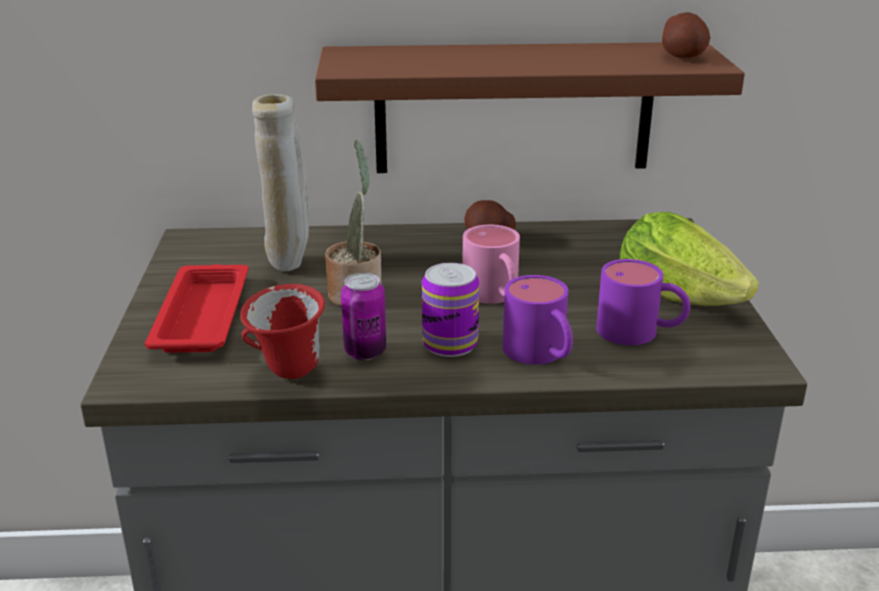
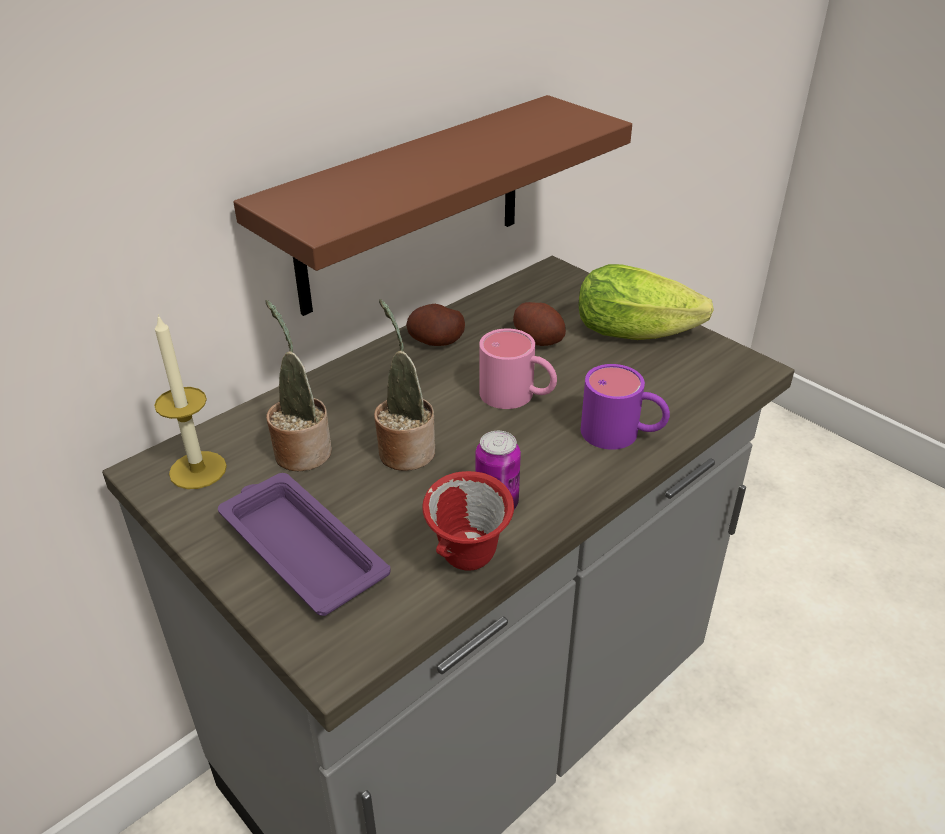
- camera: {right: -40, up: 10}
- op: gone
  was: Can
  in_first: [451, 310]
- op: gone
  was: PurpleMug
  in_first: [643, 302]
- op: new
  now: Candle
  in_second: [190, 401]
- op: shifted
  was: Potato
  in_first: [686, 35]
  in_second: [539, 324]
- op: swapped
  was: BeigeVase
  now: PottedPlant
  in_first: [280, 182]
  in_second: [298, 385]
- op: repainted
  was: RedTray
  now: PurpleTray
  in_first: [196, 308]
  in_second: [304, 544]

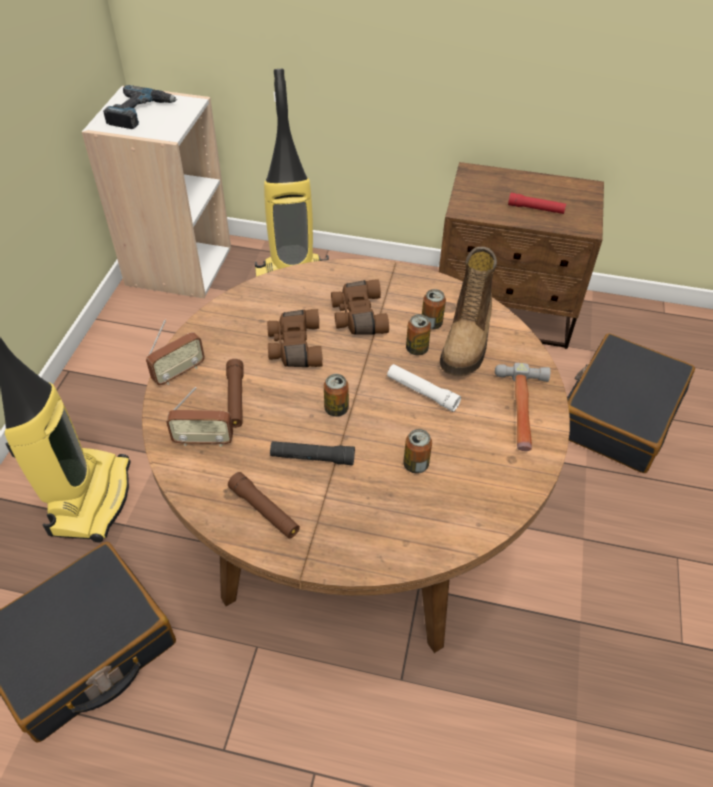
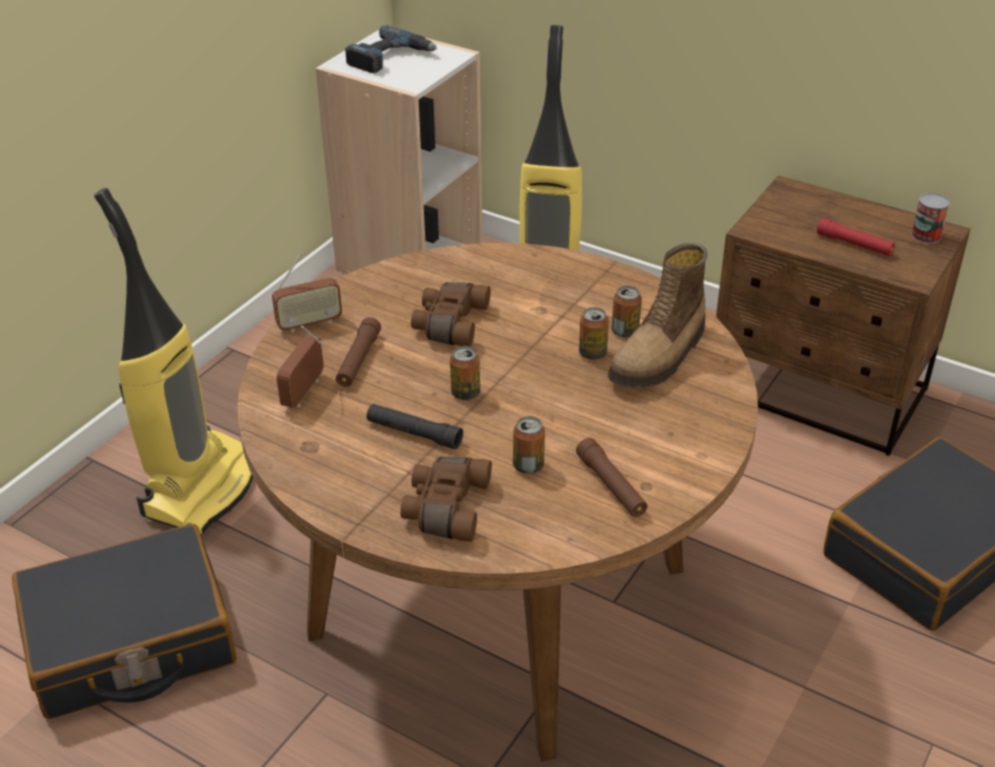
- camera: {right: 20, up: -10}
- op: gone
  was: WhiteFlashlight
  in_first: [424, 388]
- op: gone
  was: Hammer
  in_first: [522, 407]
- op: new
  now: Can
  in_second: [930, 218]
- op: shifted
  was: BrownFlashlight
  in_first: [264, 505]
  in_second: [612, 477]
- op: shifted
  was: BrownBinoculars
  in_first: [360, 306]
  in_second: [446, 499]
- op: rotated
  was: Radio
  in_first: [199, 417]
  in_second: [300, 367]
  clockwise: 90

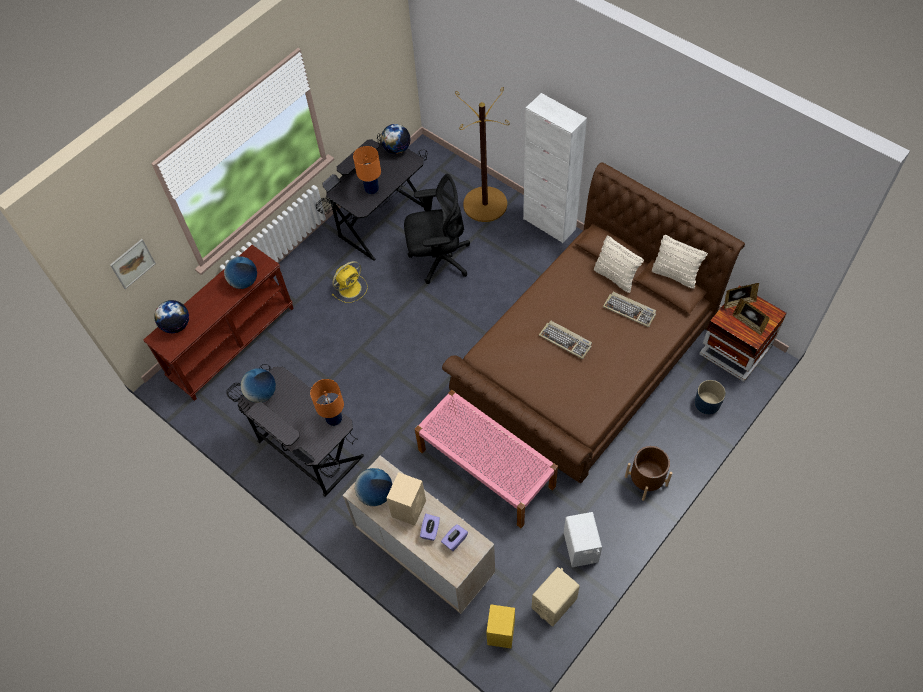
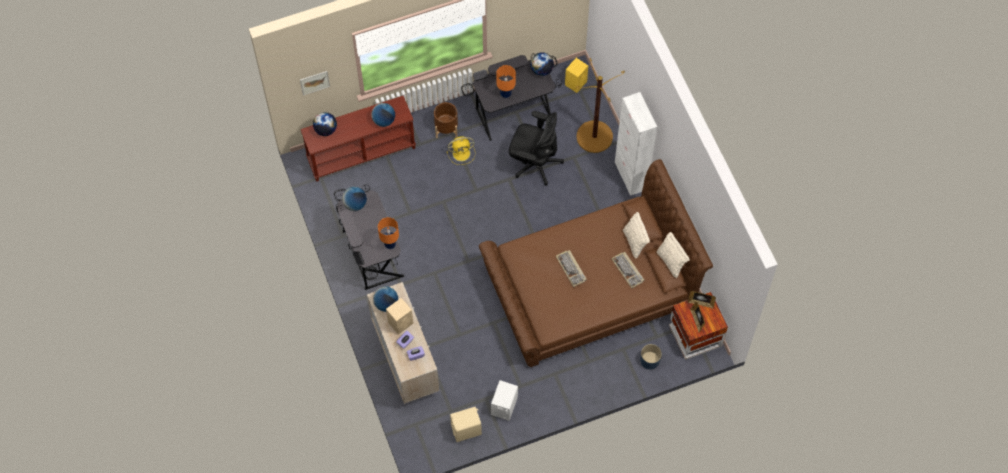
- camera: {right: 25, up: 5}
- op: gone
  was: PinkBench
  in_first: [486, 459]
- op: shifted
  was: YellowSpeaker
  in_first: [500, 626]
  in_second: [576, 75]
- op: shifted
  was: BrownPlanter
  in_first: [648, 473]
  in_second: [446, 120]

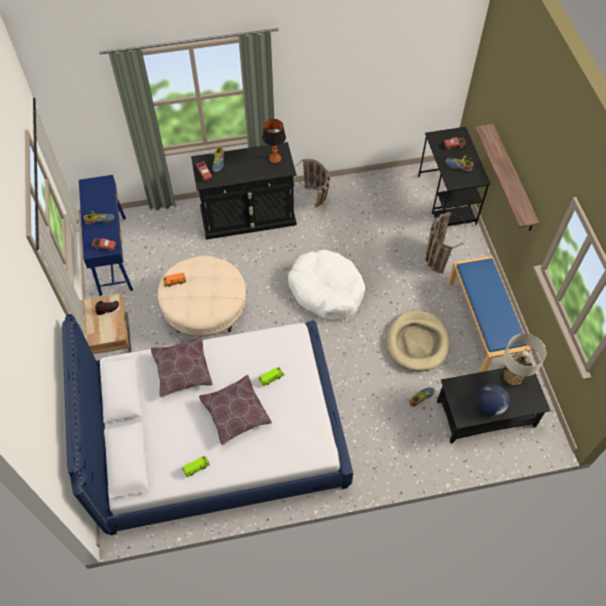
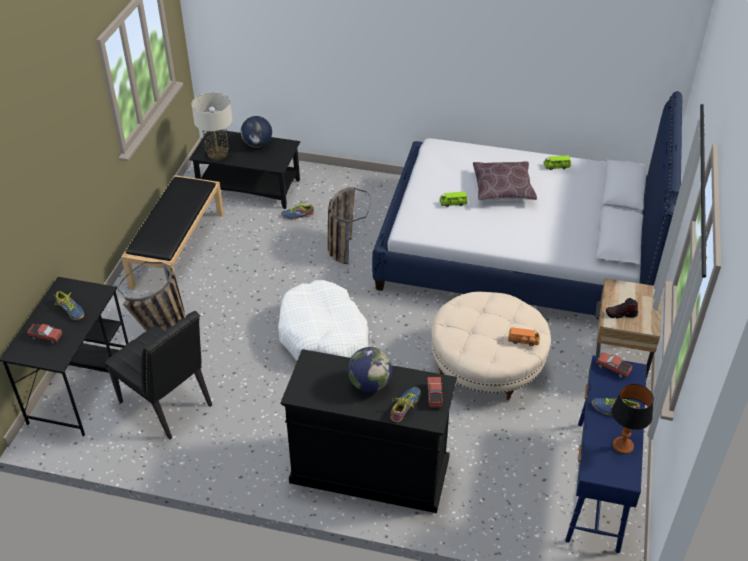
- camera: {right: -155, up: -15}
- op: gone
  was: BrownPillow
  in_first: [182, 366]
- op: gone
  was: BeigeDogBed
  in_first: [418, 341]
- op: gone
  was: Shelf
  in_first: [507, 177]
- op: new
  now: BlackChair
  in_second: [158, 375]
- op: new
  now: Globe
  in_second: [370, 369]
- op: shifted
  was: TableLamp
  in_first: [274, 141]
  in_second: [632, 419]
- op: shifted
  was: Basket
  in_first: [312, 183]
  in_second: [349, 225]
- op: repainted
  was: BlueBench
  now: BlackBench
  in_first: [489, 314]
  in_second: [172, 232]

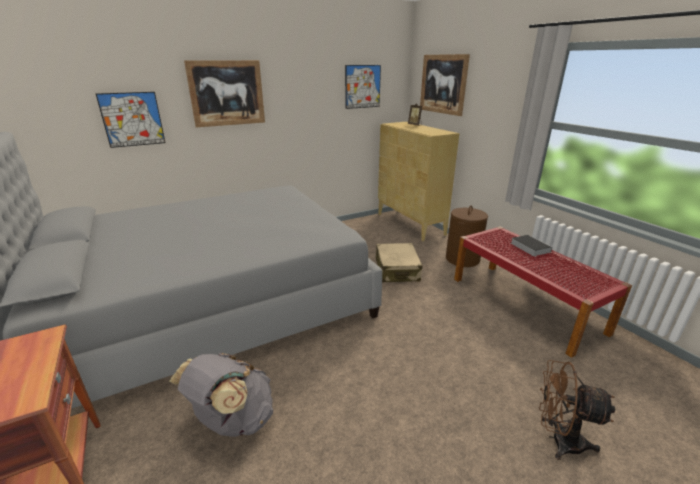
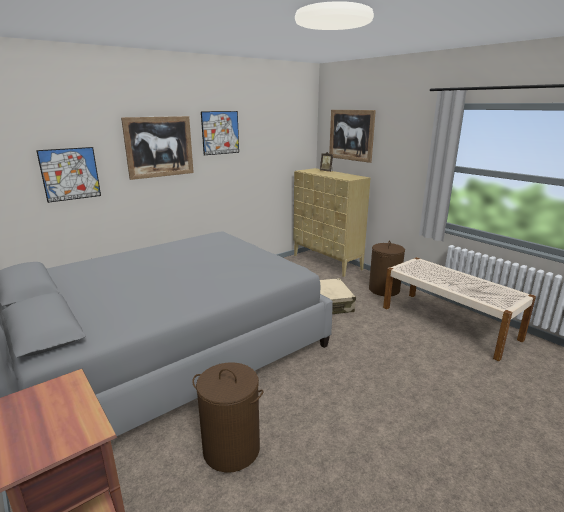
- camera: {right: -10, up: -5}
- op: gone
  was: Book
  in_first: [531, 245]
- op: gone
  was: BrownFan
  in_first: [577, 410]
- op: shifted
  was: Picture
  in_first: [363, 87]
  in_second: [220, 133]
- op: swapped
  was: GreyBackpack
  now: BrownLaundryBasket
  in_first: [221, 395]
  in_second: [228, 417]
- op: repainted
  was: RedBench
  now: BeigeBench
  in_first: [543, 292]
  in_second: [459, 309]

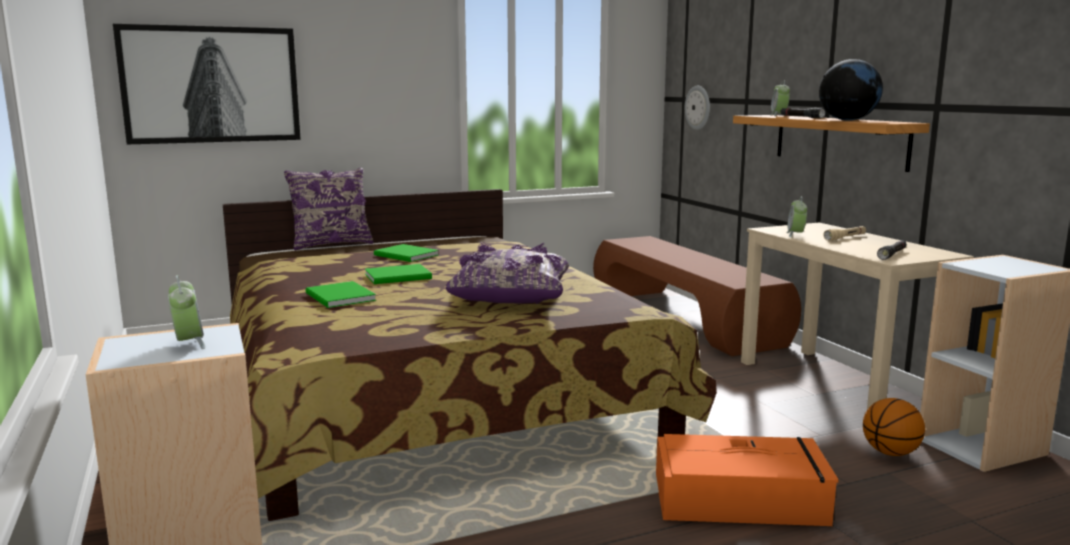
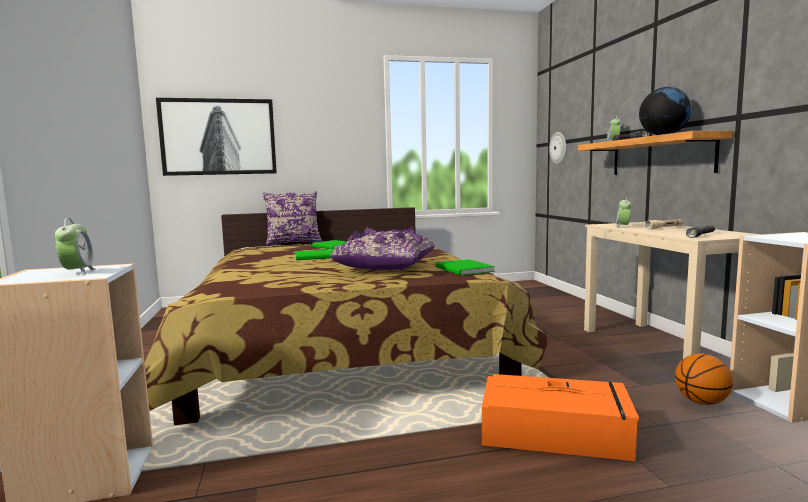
- camera: {right: 10, up: -5}
- op: gone
  was: BrownBench
  in_first: [697, 296]
- op: shifted
  was: GreenBook
  in_first: [341, 294]
  in_second: [465, 267]

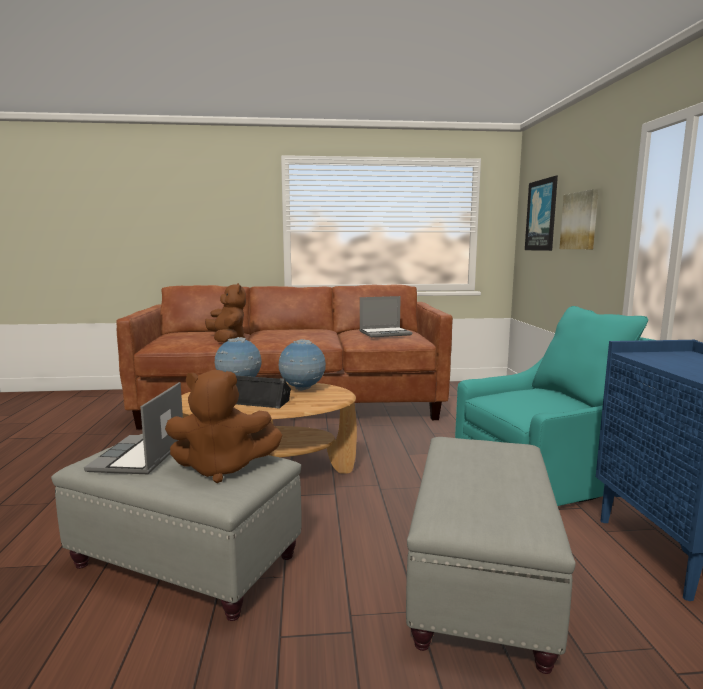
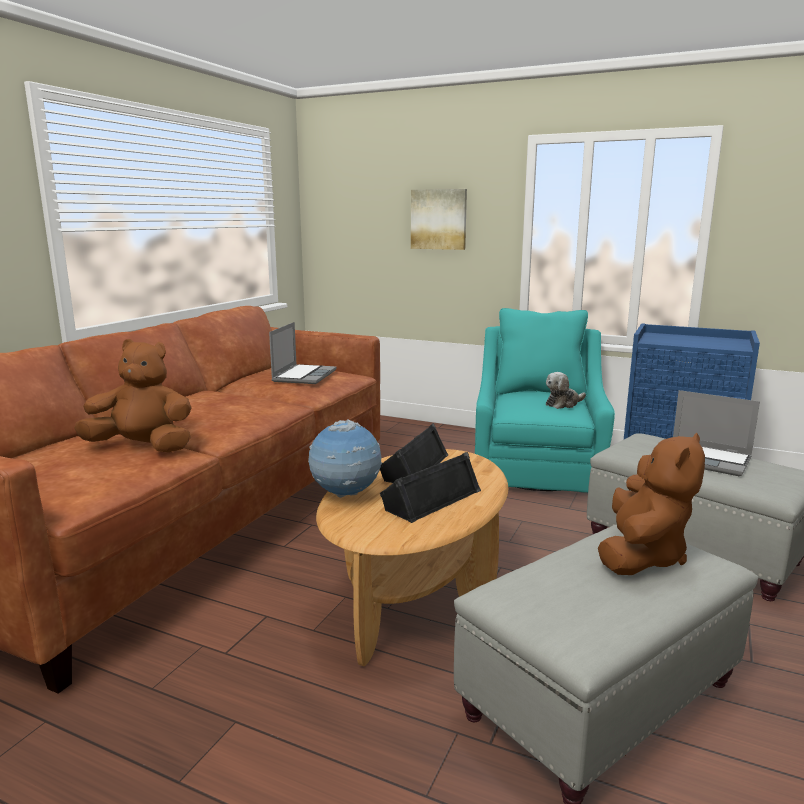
- camera: {right: -60, up: 5}
- op: gone
  was: Picture
  in_first: [541, 213]
- op: new
  now: PlushToy
  in_second: [566, 390]
- op: shifted
  was: Laptop
  in_first: [133, 428]
  in_second: [716, 433]
- op: swapped
  was: Globe
  now: BlackSpeaker
  in_first: [302, 365]
  in_second: [414, 453]

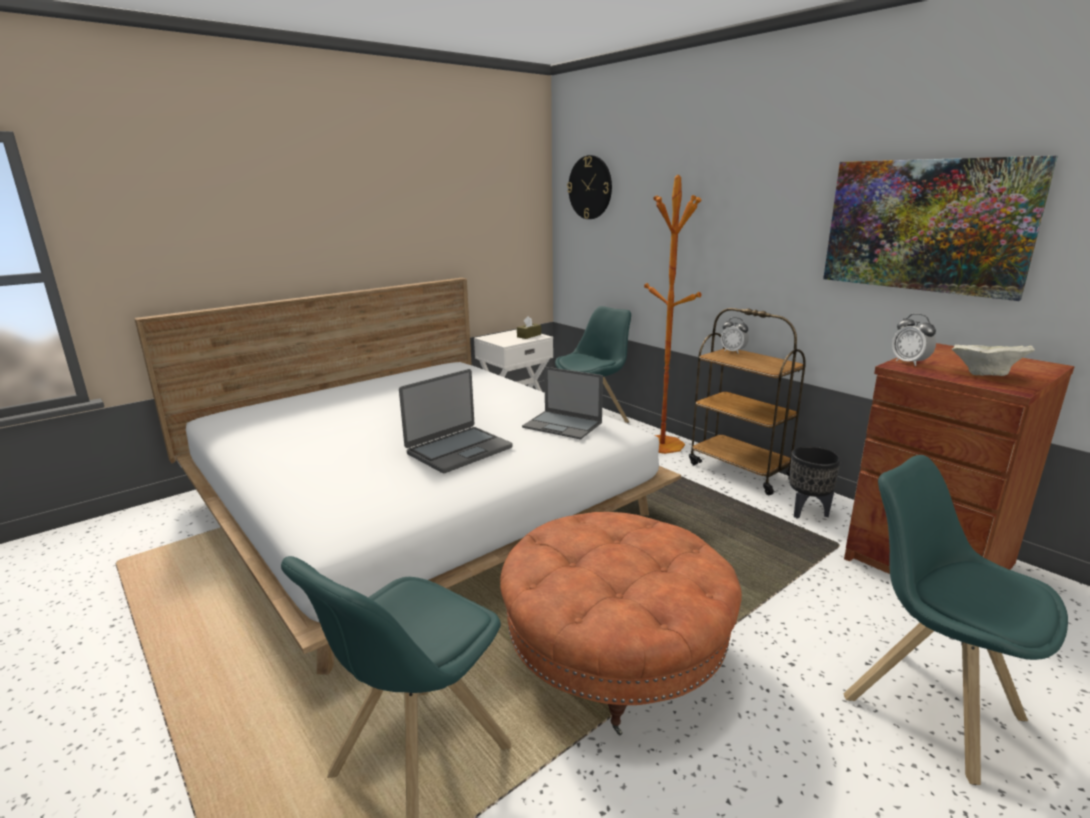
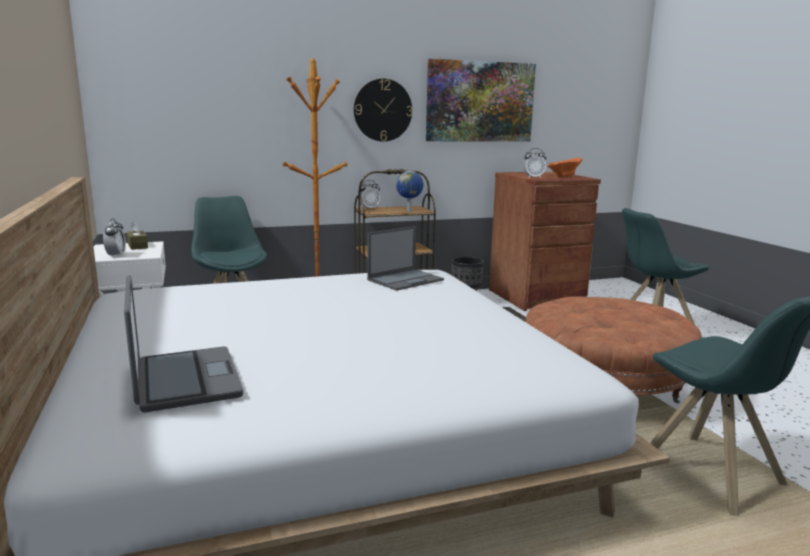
- camera: {right: -70, up: -5}
- op: new
  now: AlarmClock
  in_second: [114, 238]
- op: new
  now: Globe
  in_second: [409, 191]
- op: shifted
  was: Laptop
  in_first: [456, 421]
  in_second: [183, 344]
- op: shifted
  was: WallClock
  in_first: [589, 187]
  in_second: [383, 110]
- op: repainted
  was: BeigeBowl
  now: OrangeBowl
  in_first: [993, 360]
  in_second: [565, 167]

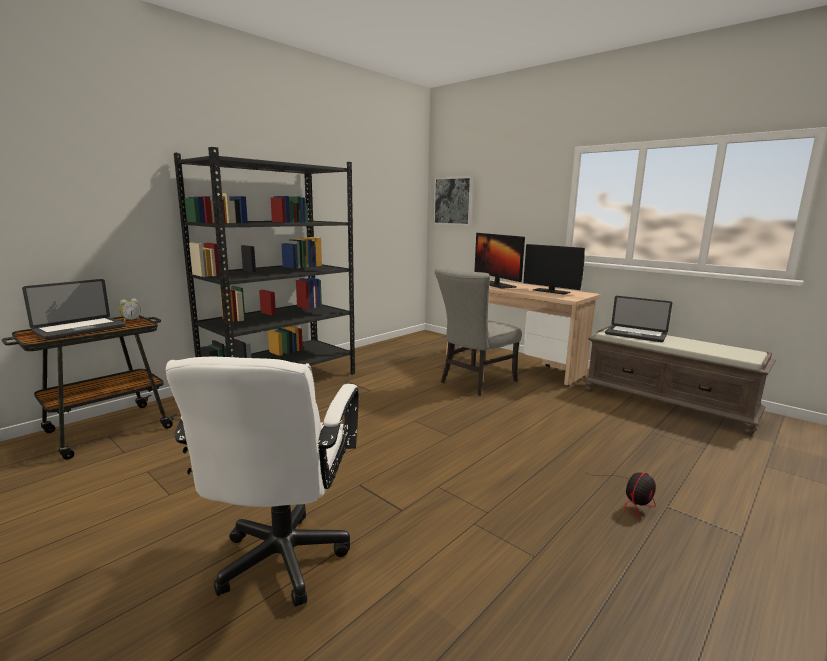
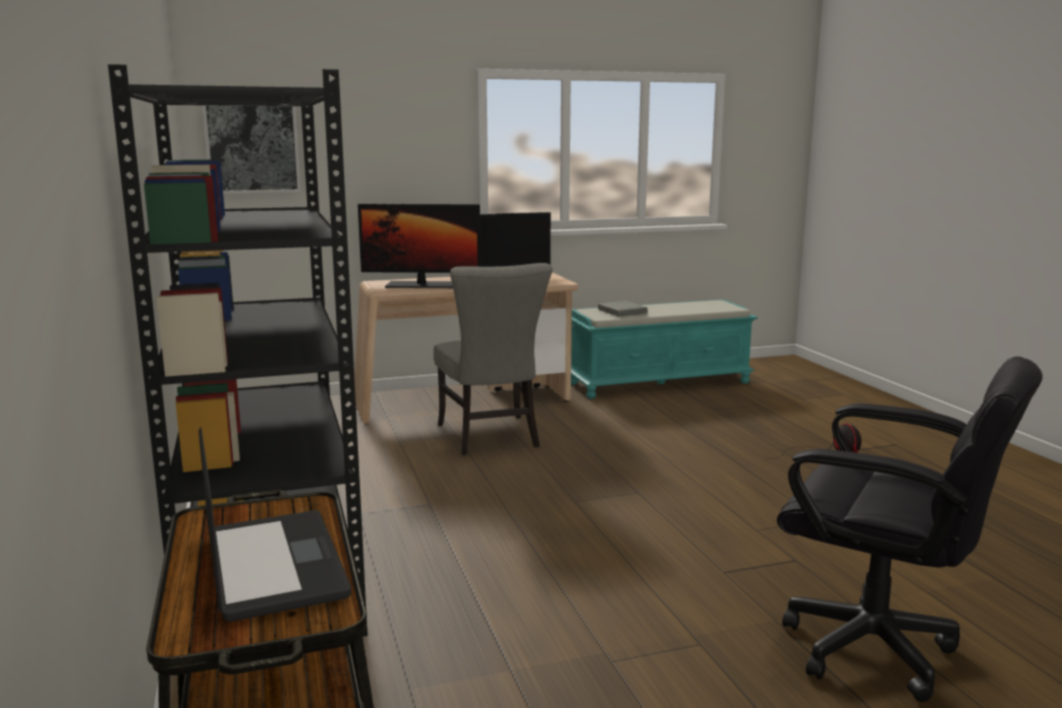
- camera: {right: -60, up: 0}
- op: gone
  was: AlarmClock
  in_first: [130, 310]
- op: swapped
  was: Laptop
  now: GreyBook
  in_first: [638, 319]
  in_second: [623, 309]
- op: repainted
  was: WhiteOfficeChair
  now: BlackOfficeChair
  in_first: [262, 482]
  in_second: [910, 529]
- op: repainted
  was: BrownBench
  now: TurquoiseBench
  in_first: [679, 380]
  in_second: [664, 349]

